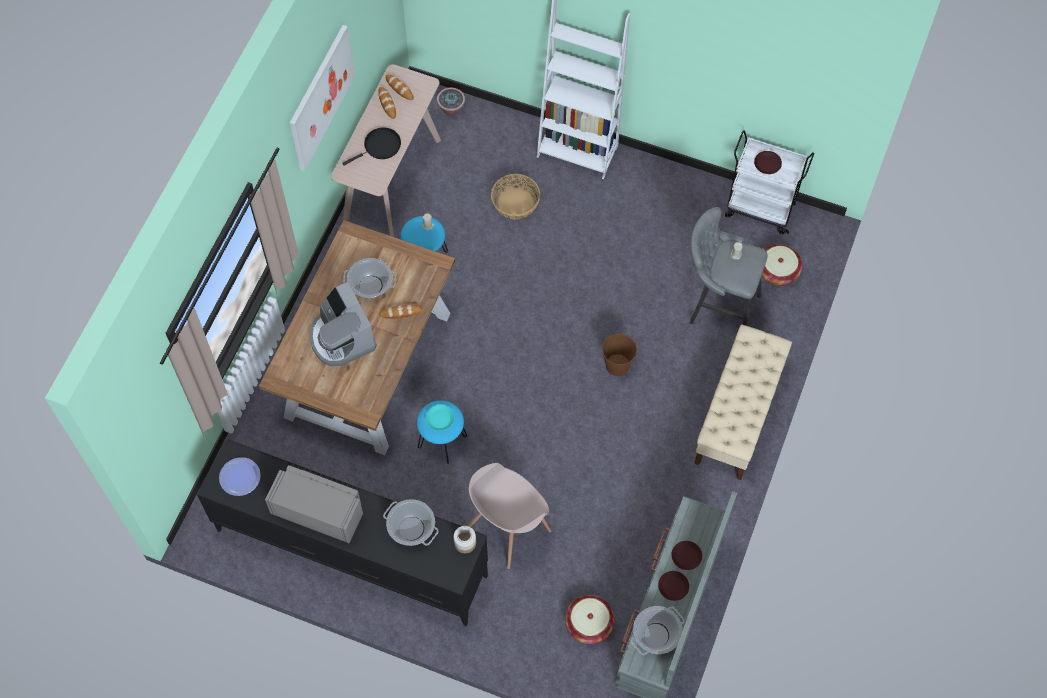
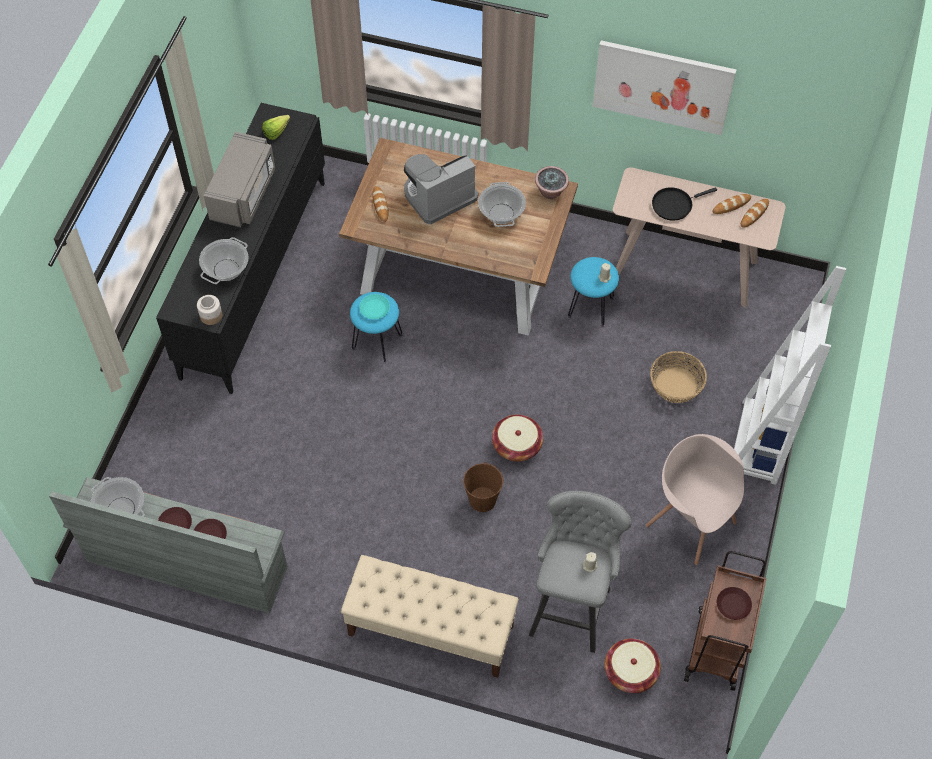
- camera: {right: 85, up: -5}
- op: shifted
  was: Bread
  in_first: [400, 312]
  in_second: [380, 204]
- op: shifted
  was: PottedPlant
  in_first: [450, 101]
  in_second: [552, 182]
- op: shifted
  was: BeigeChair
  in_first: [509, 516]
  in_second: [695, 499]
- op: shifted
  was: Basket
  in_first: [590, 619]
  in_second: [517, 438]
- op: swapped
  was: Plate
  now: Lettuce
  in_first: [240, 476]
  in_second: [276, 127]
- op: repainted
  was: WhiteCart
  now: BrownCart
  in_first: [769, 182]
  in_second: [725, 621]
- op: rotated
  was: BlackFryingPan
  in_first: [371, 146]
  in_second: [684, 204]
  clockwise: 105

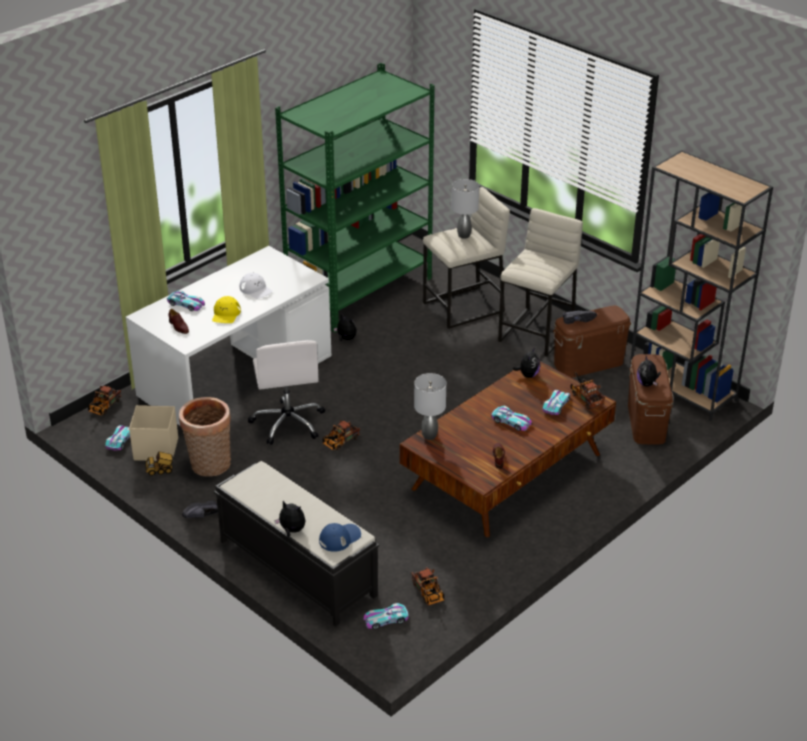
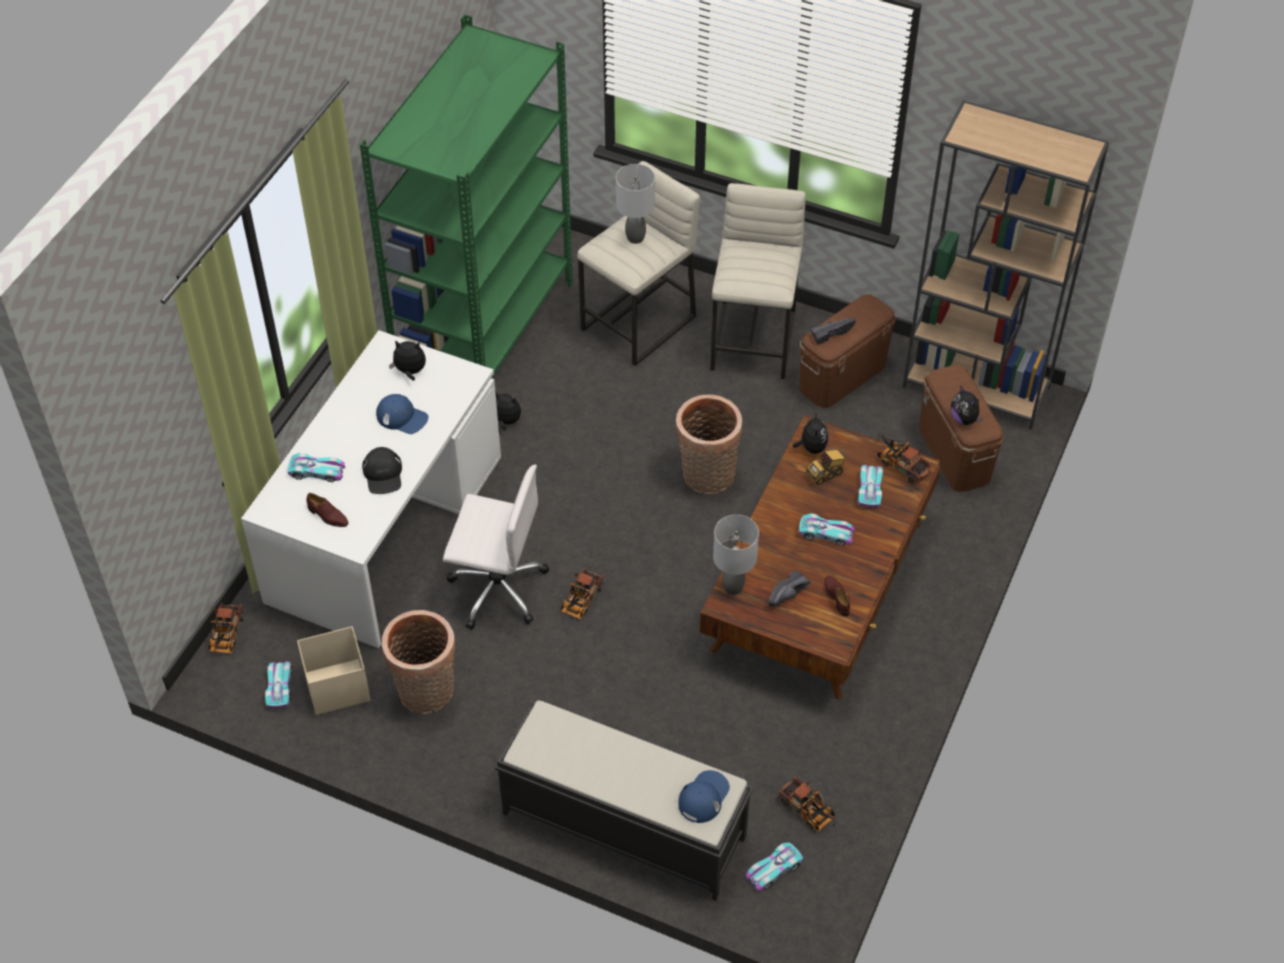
- camera: {right: -20, up: 15}
- op: new
  now: Basket
  in_second: [709, 444]
- op: shifted
  was: ToyTruck
  in_first: [159, 464]
  in_second: [826, 467]
- op: shifted
  was: BlackShoe
  in_first: [200, 509]
  in_second: [789, 588]
- op: shifted
  was: PlushToy
  in_first: [289, 519]
  in_second: [407, 360]
- op: repainted
  was: YellowCap
  now: BlackCap
  in_first: [226, 309]
  in_second: [382, 470]
- op: repainted
  was: WhiteCap
  now: BlueCap
  in_first: [256, 286]
  in_second: [402, 414]
- op: rotated
  was: WhiteOfficeChair
  in_first: [286, 392]
  in_second: [496, 547]
  clockwise: -45

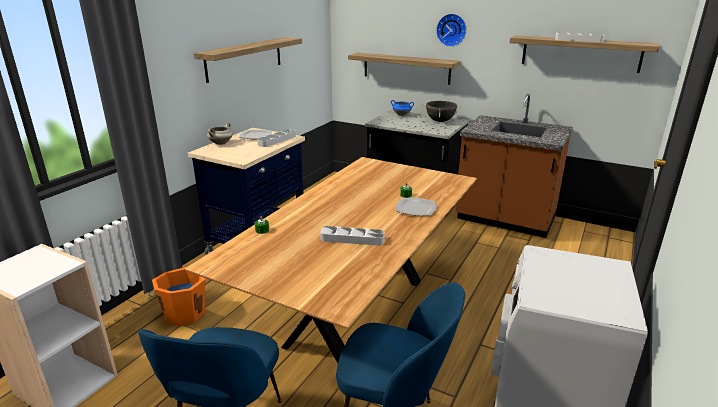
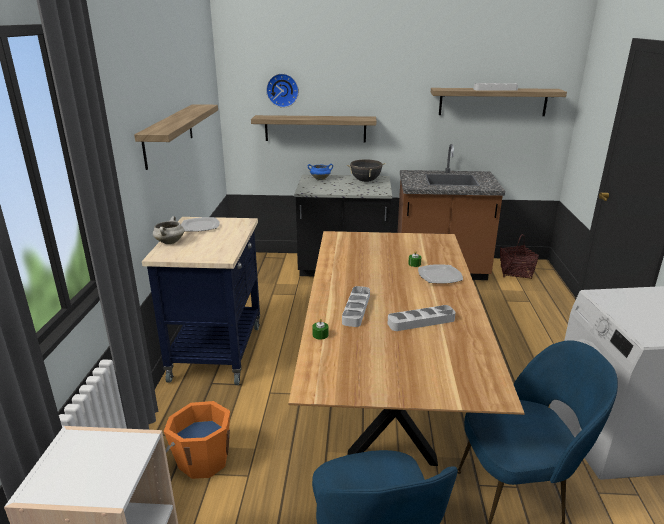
- camera: {right: -25, up: 0}
- op: new
  now: Basket
  in_second: [519, 256]
- op: shifted
  was: GreyTray
  in_first: [276, 138]
  in_second: [356, 306]
- op: shifted
  was: WallClock
  in_first: [451, 30]
  in_second: [282, 90]

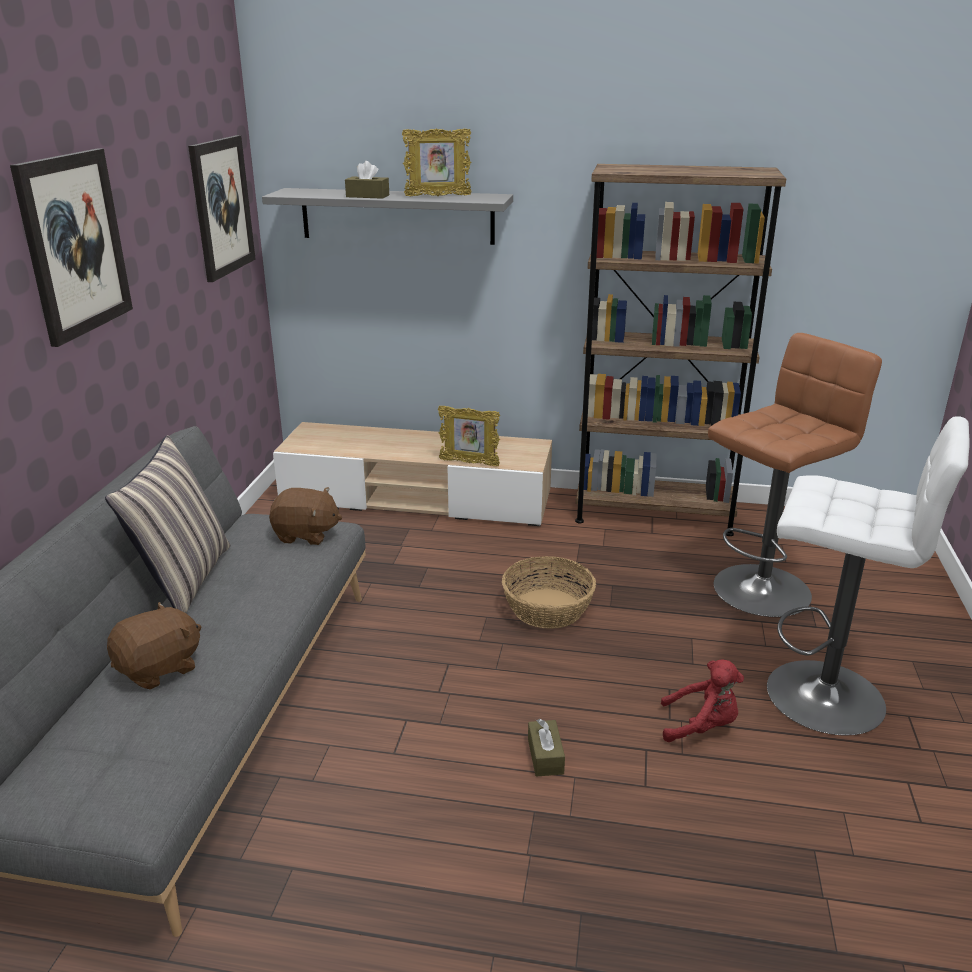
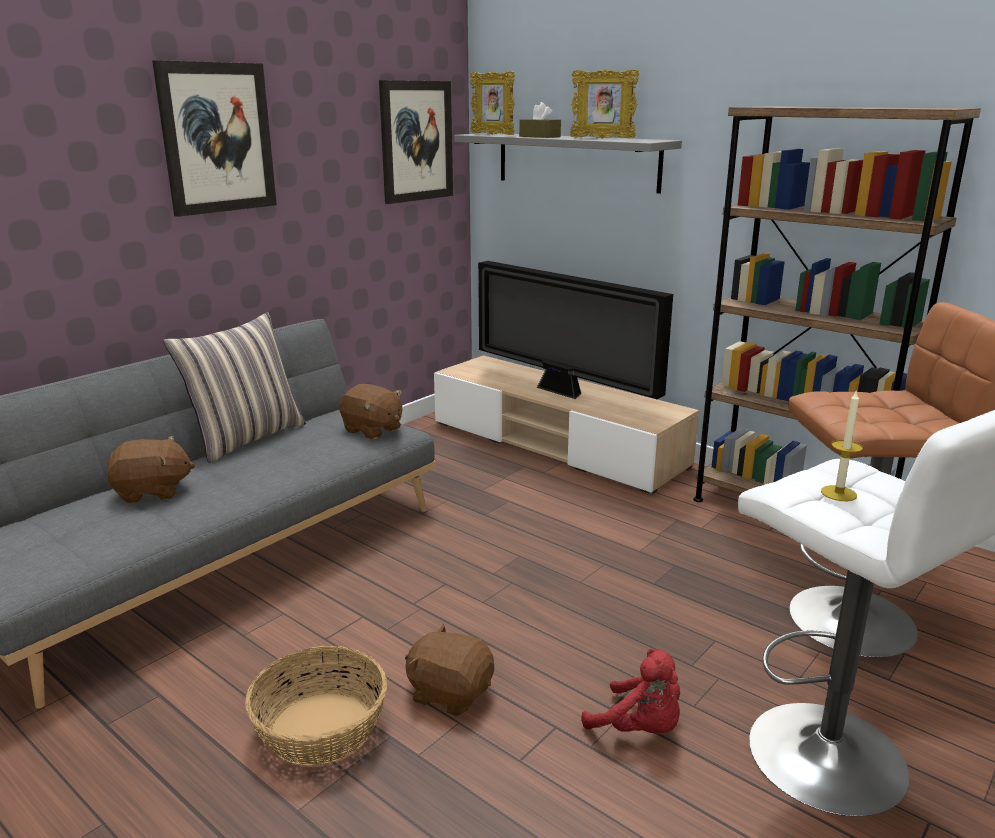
- camera: {right: 30, up: -5}
- op: new
  now: Television
  in_second: [575, 330]
- op: new
  now: Candle
  in_second: [842, 445]
- op: shifted
  was: PictureFrame
  in_first: [469, 435]
  in_second: [492, 103]
- op: shifted
  was: Basket
  in_first: [549, 592]
  in_second: [316, 706]
- op: swapped
  was: BrownTissueBox
  now: BrownPlushToy
  in_first: [546, 748]
  in_second: [449, 670]

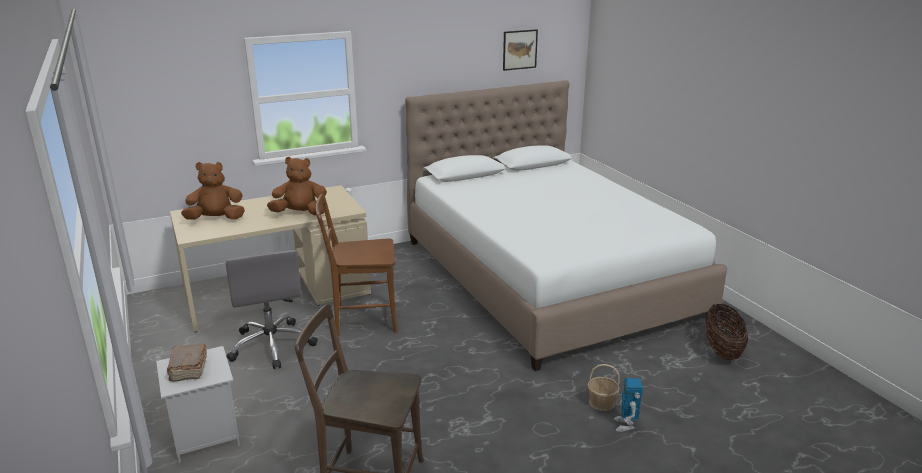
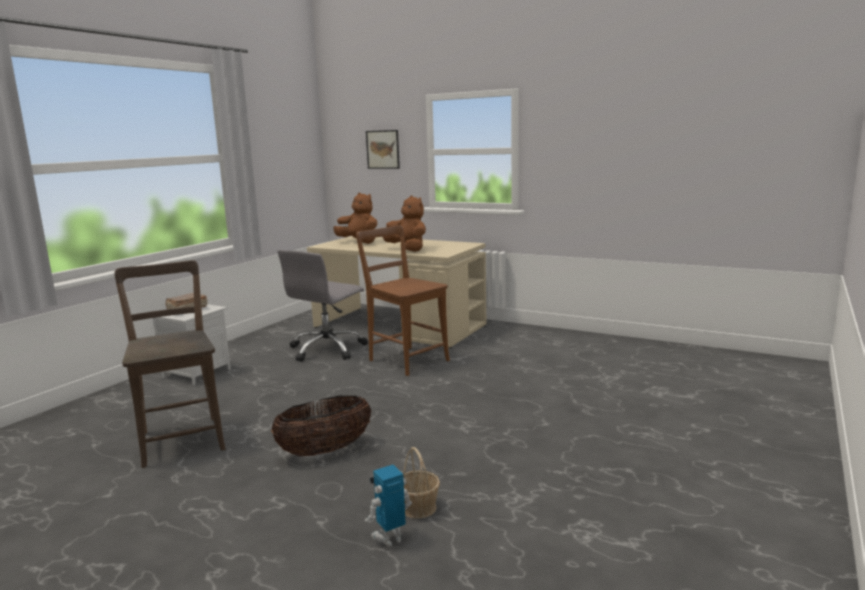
- camera: {right: 55, up: -10}
- op: gone
  was: WhiteBed
  in_first: [566, 225]
- op: shifted
  was: Picture
  in_first: [520, 50]
  in_second: [383, 149]
- op: shifted
  was: Basket
  in_first: [727, 332]
  in_second: [321, 426]

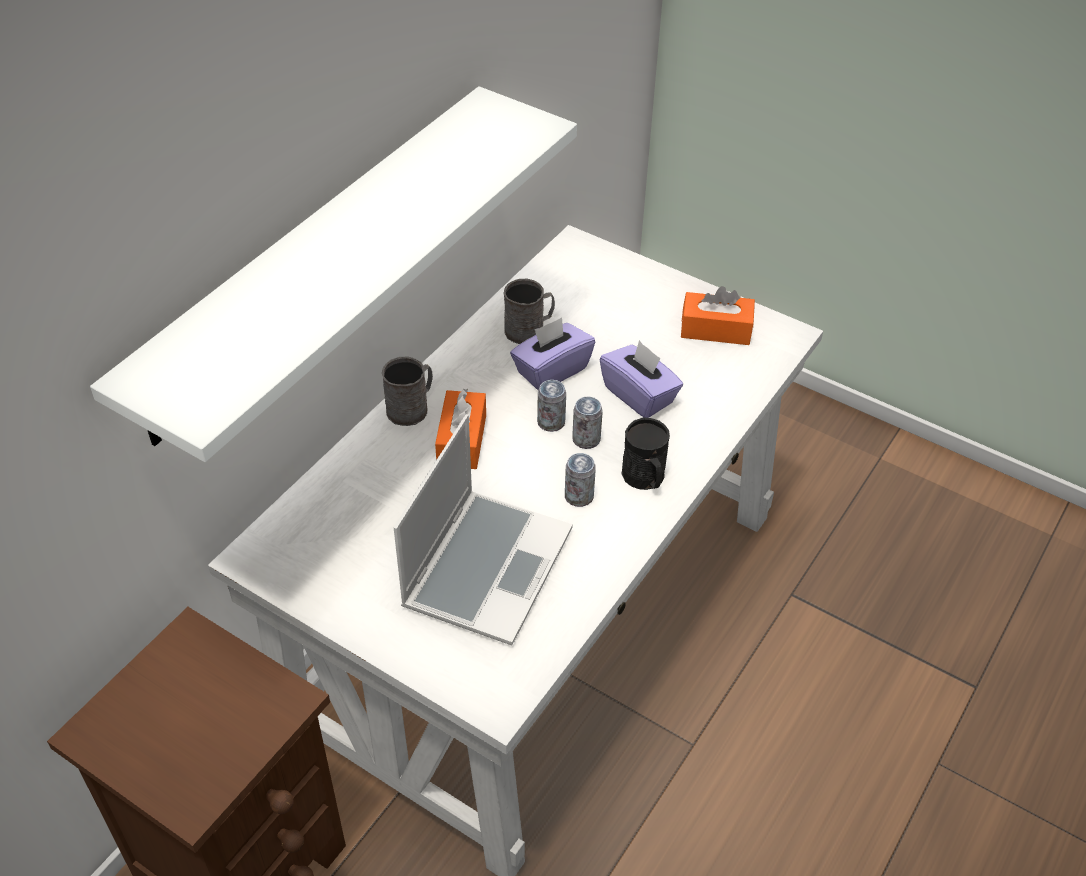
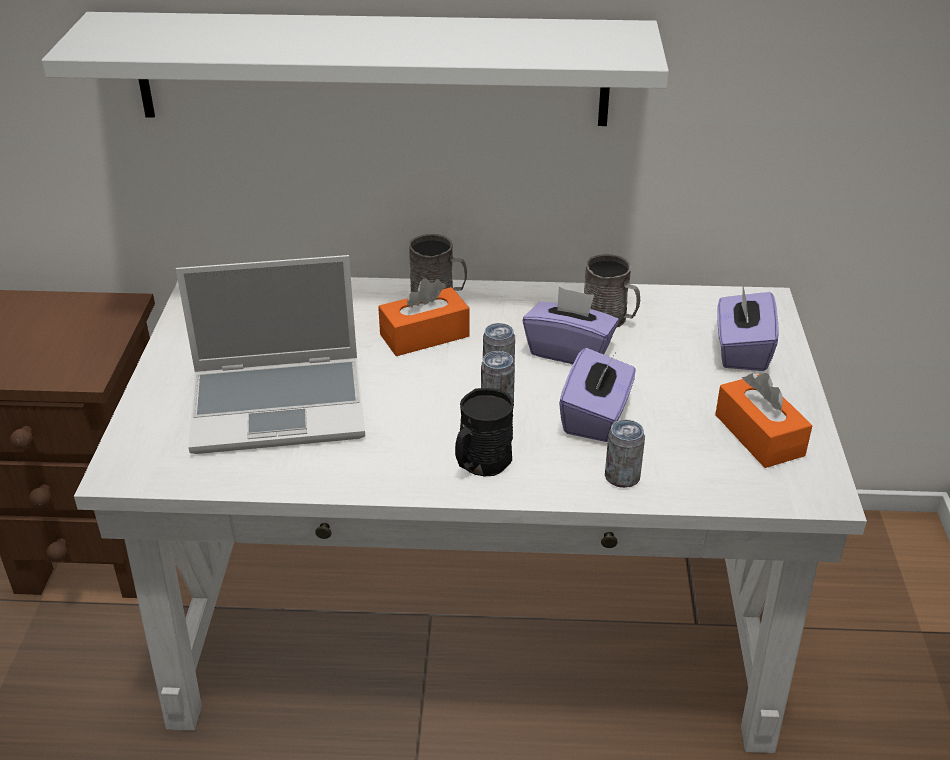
- camera: {right: 60, up: -10}
- op: new
  now: PurpleTissueBox
  in_second: [748, 328]
- op: shifted
  was: Can
  in_first: [580, 480]
  in_second: [625, 453]

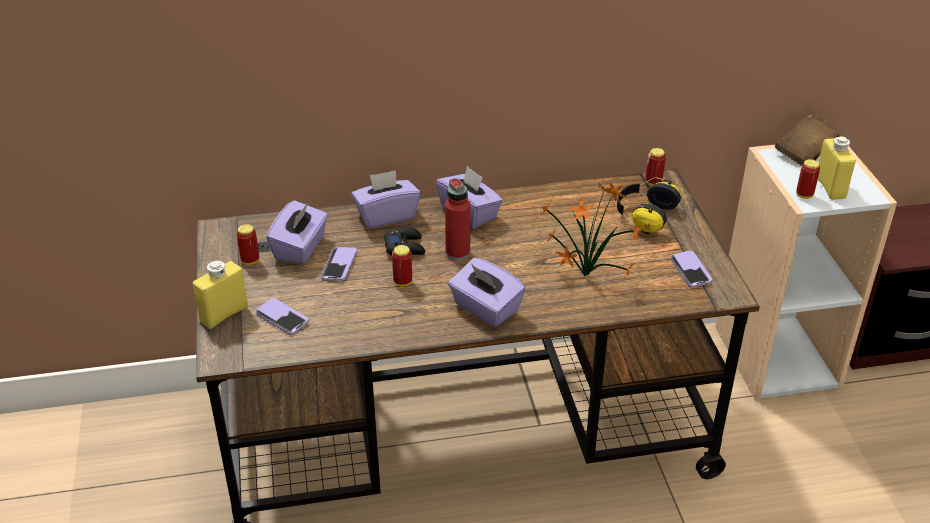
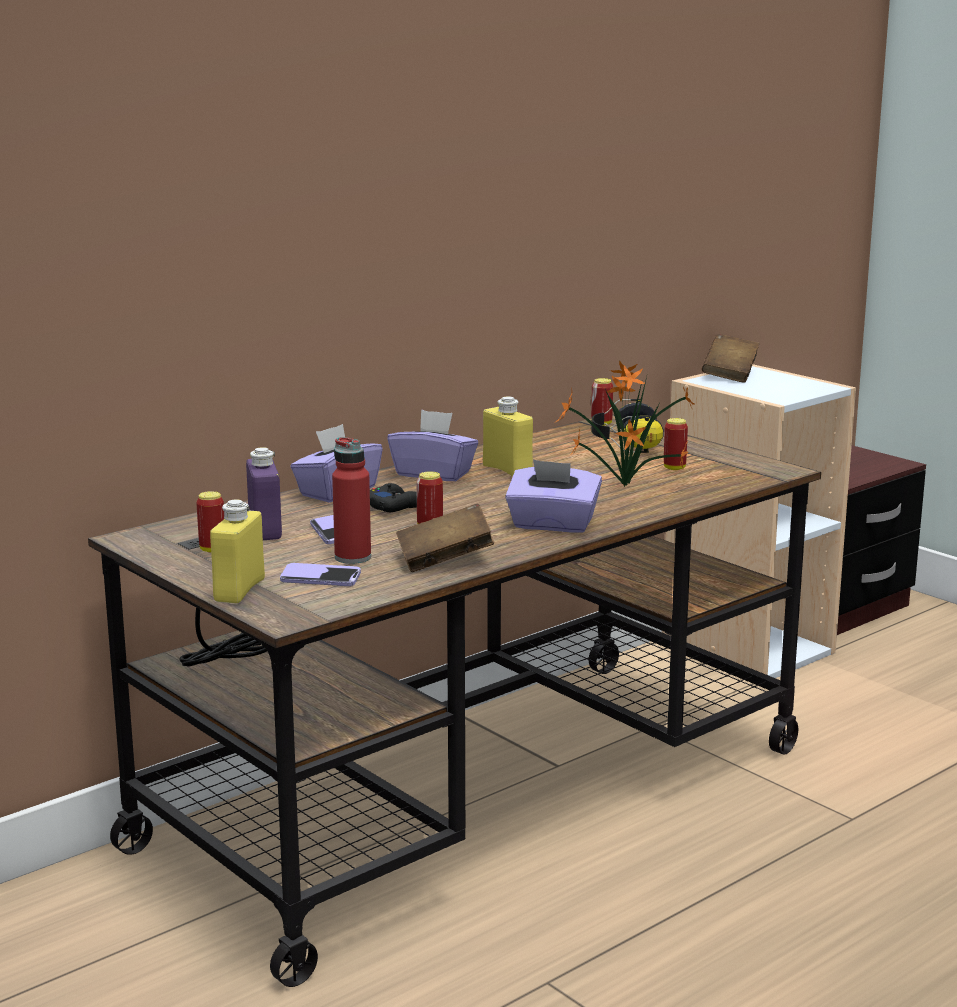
- camera: {right: -30, up: -20}
- op: gone
  was: Phone
  in_first: [691, 269]
- op: new
  now: BrownBook
  in_second: [445, 537]
- op: shifted
  was: RedBottle
  in_first: [458, 219]
  in_second: [351, 500]
- op: shifted
  was: Can
  in_first: [808, 179]
  in_second: [676, 444]
- op: shifted
  was: YellowBottle
  in_first: [837, 168]
  in_second: [508, 436]
- op: swapped
  was: PurpleTissueBox
  now: PurpleBottle
  in_first: [297, 232]
  in_second: [264, 493]

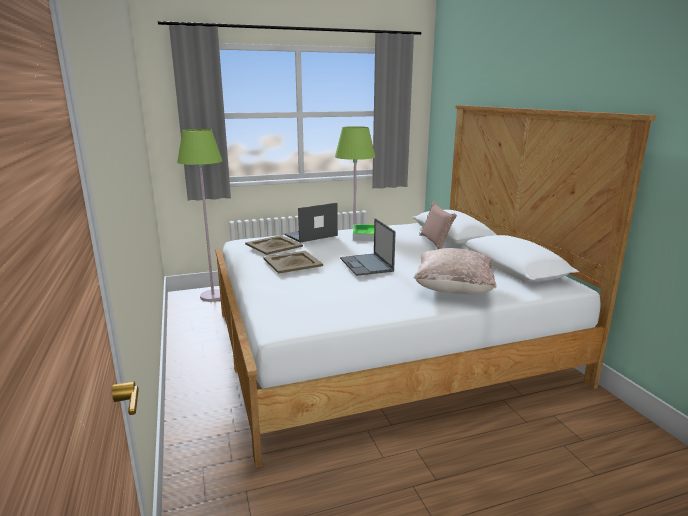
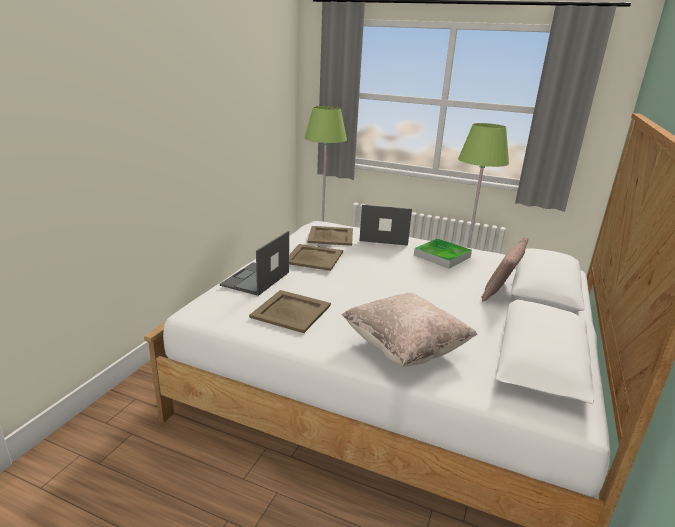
- camera: {right: 40, up: 5}
- op: new
  now: BeigeTray
  in_second: [290, 311]
- op: shifted
  was: Laptop
  in_first: [368, 247]
  in_second: [254, 263]

